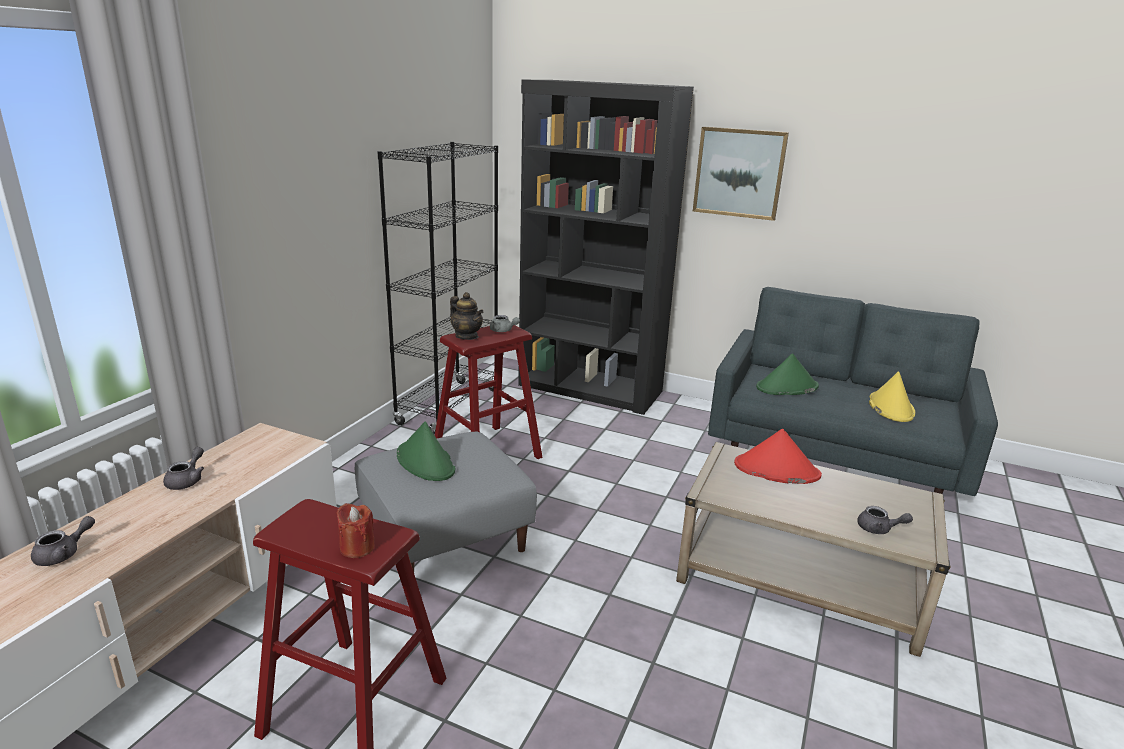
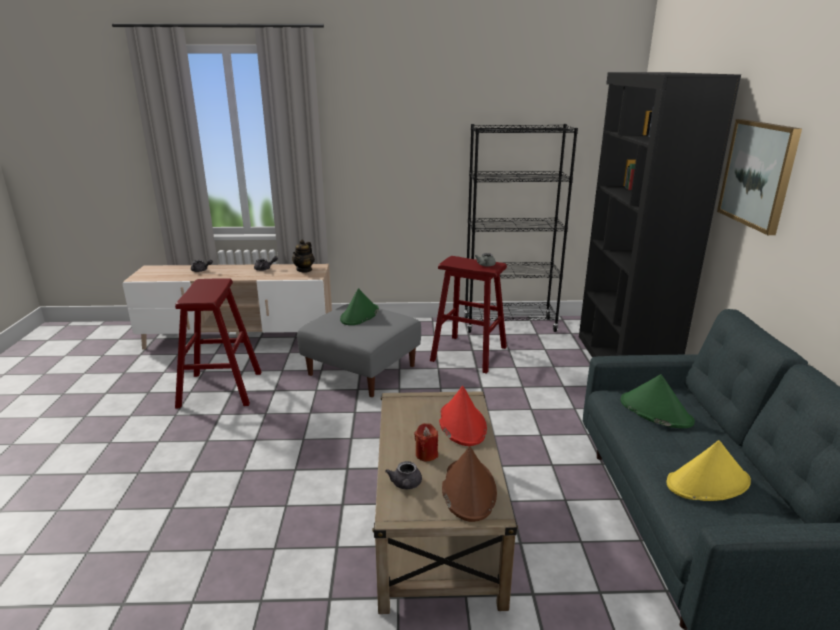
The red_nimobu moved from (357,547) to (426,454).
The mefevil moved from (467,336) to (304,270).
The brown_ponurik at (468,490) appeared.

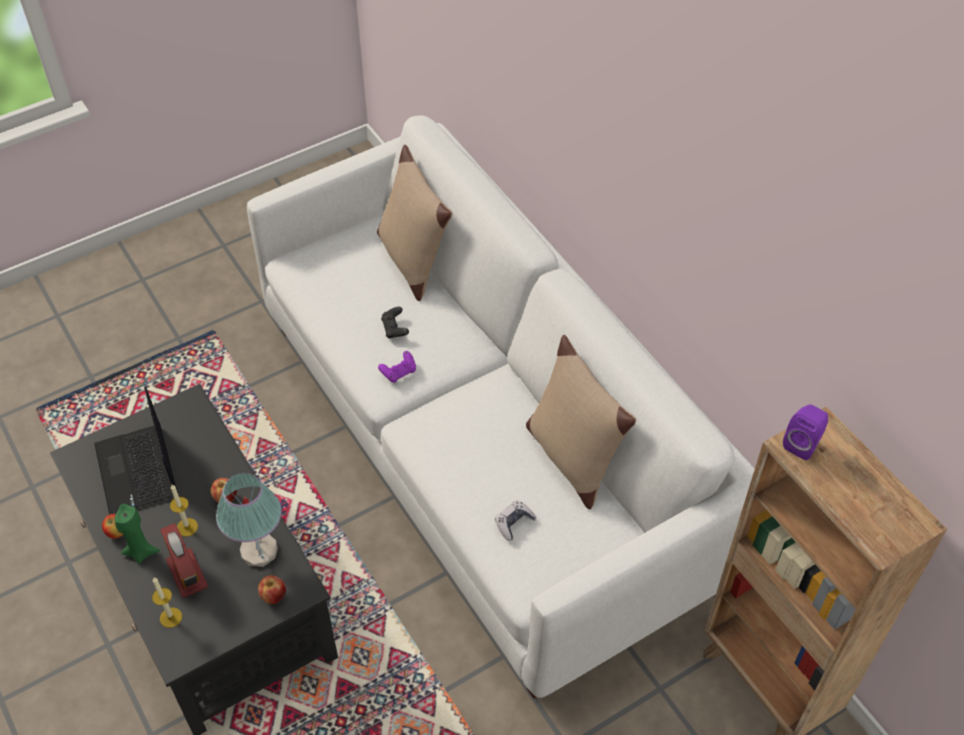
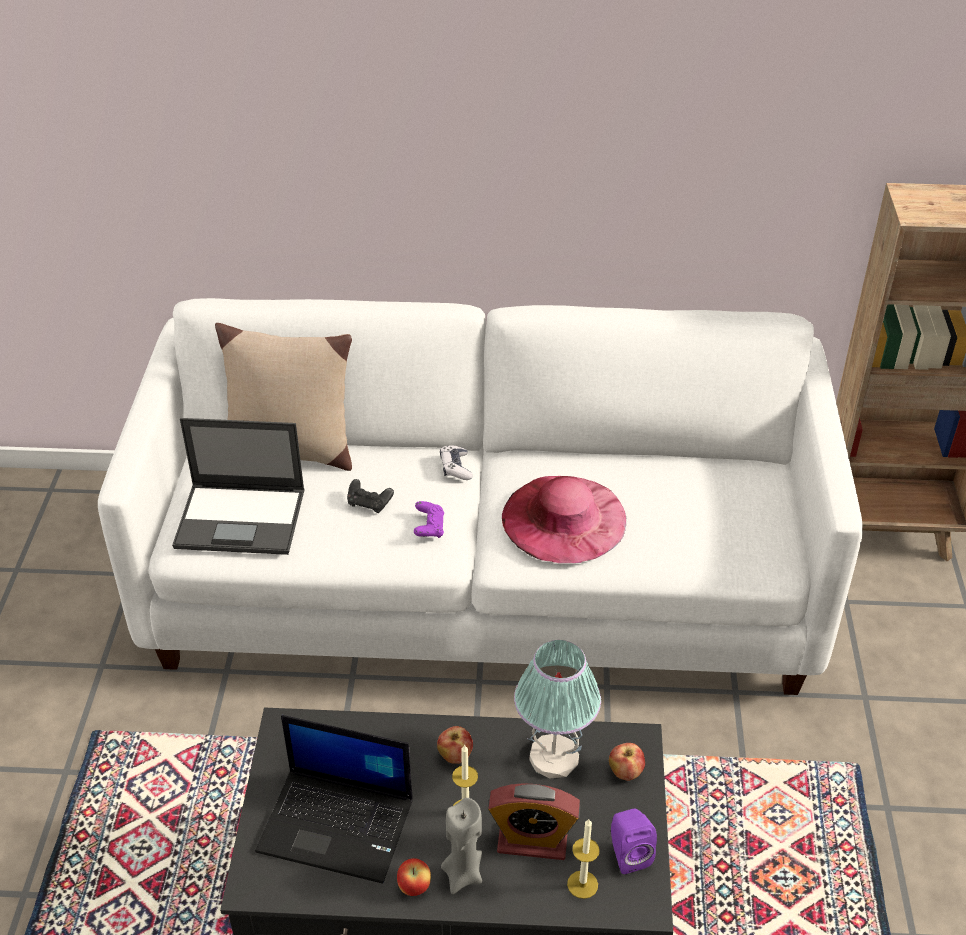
The green_nimobu at (141,551) became the grey_nimobu at (463,874).
The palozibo moved from (514,523) to (456,468).
The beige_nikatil at (571,457) disappeared.
The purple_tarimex moved from (802,443) to (628,854).
The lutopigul at (242,519) appeared.
The pink_ponurik at (564,518) appeared.

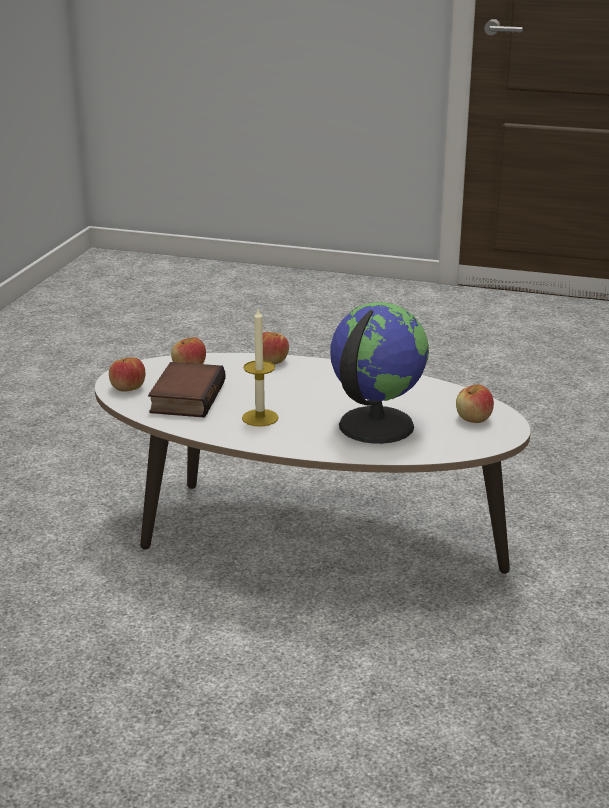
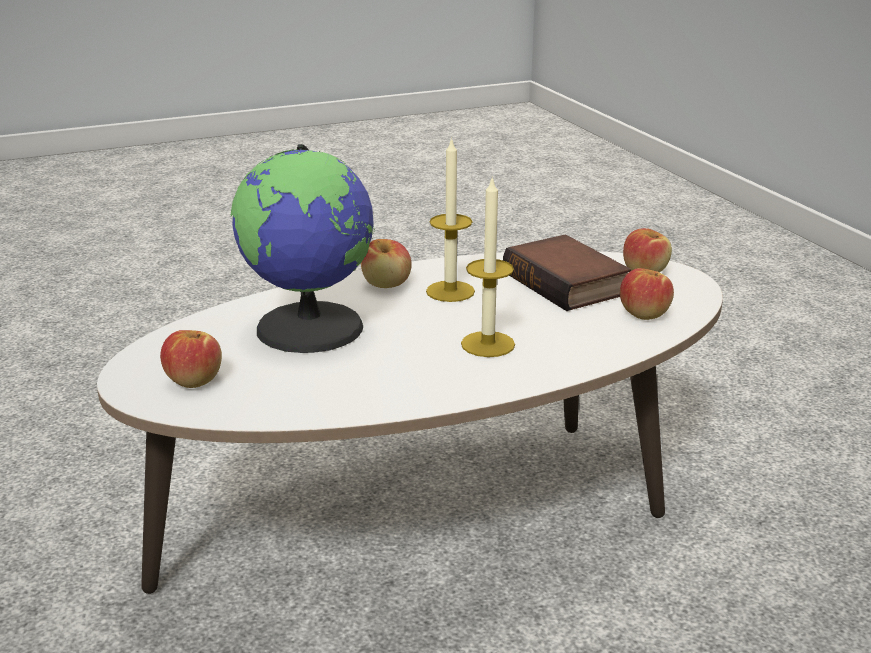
The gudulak moved from (272,361) to (386,284).
The nimobu at (488,344) appeared.

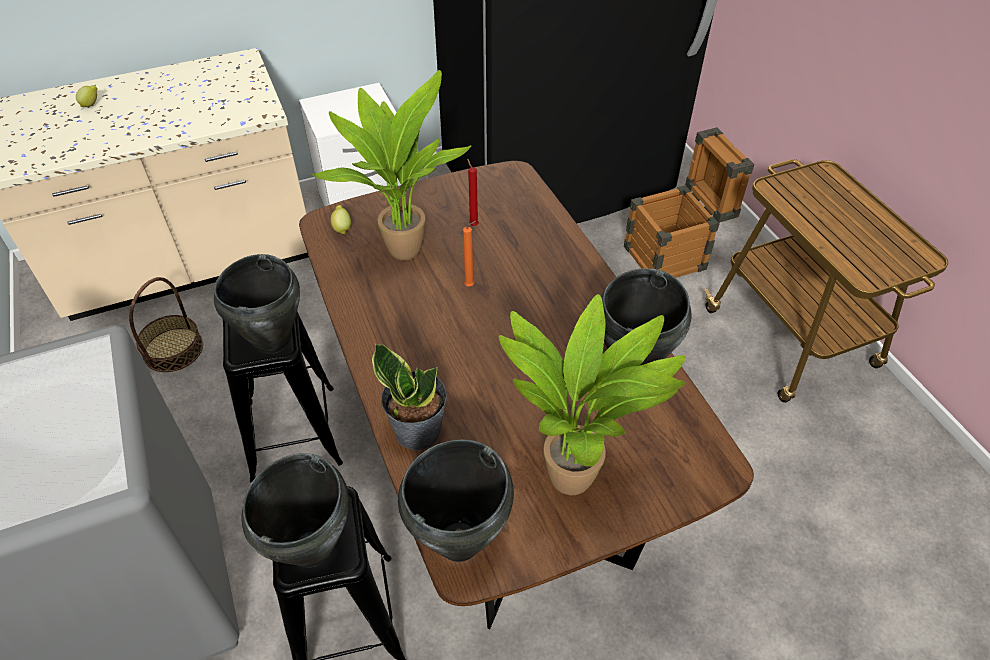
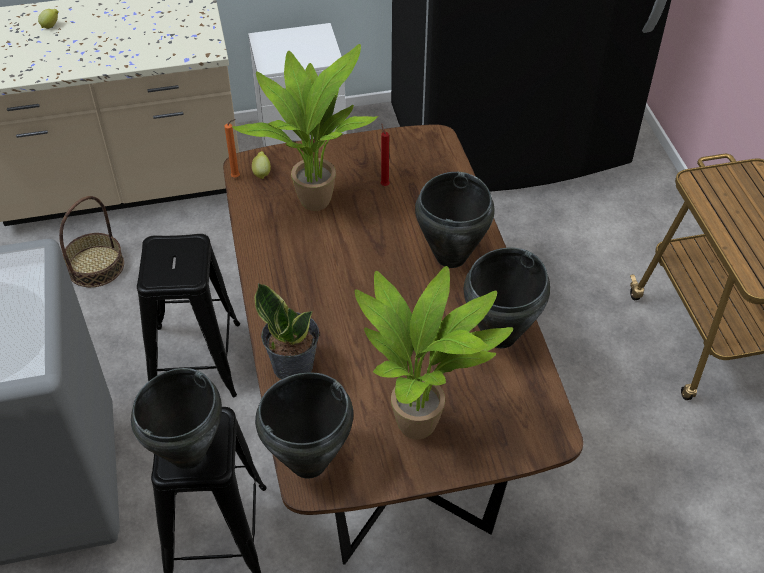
The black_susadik moved from (272,342) to (450,257).
The orange_nimobu moved from (471,285) to (237,177).
The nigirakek at (674,255) disappeared.

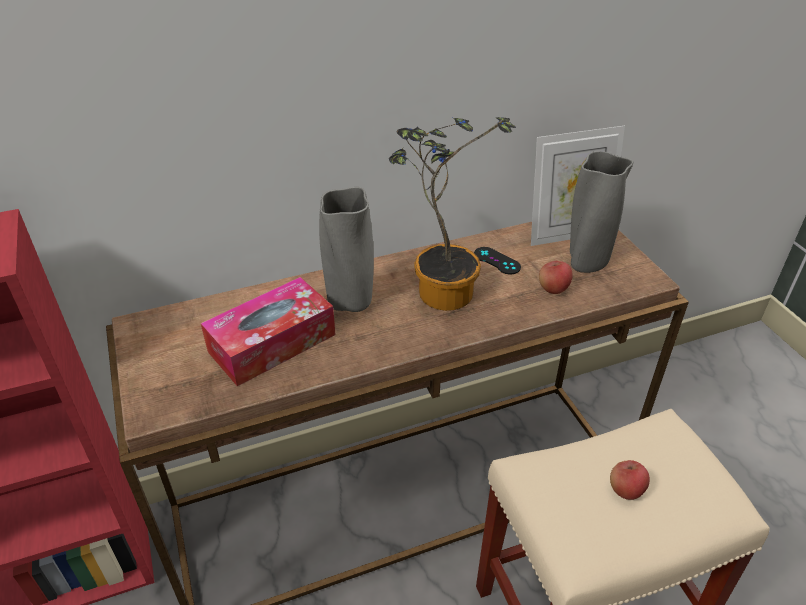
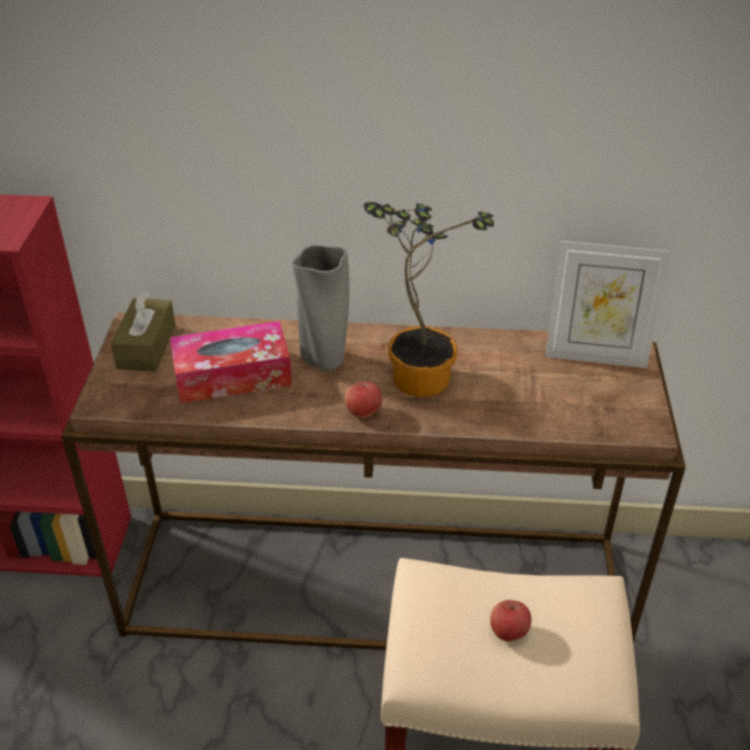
The black_palozibo at (497,261) disappeared.
The gudulak moved from (553,289) to (363,412).
The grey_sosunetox at (586,263) disappeared.
The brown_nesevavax at (146,347) appeared.

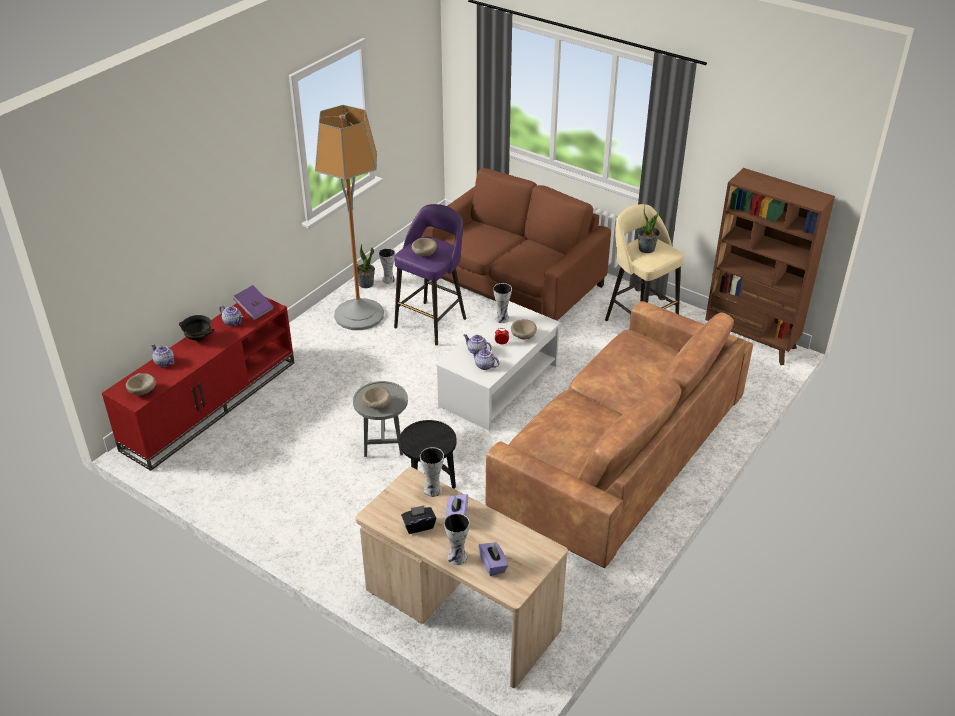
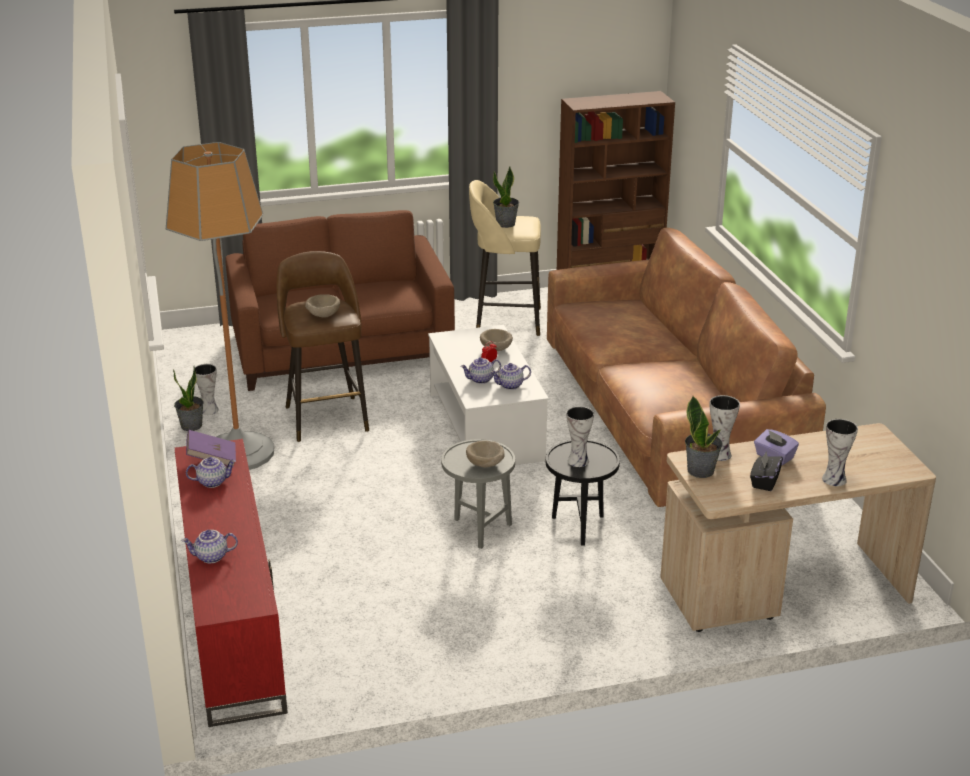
The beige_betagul at (143,391) disappeared.
The black_betagul at (199,338) disappeared.
The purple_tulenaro at (432,322) became the brown_tulenaro at (326,417).
The purple_nesevavax at (493,565) disappeared.
The sosunetox moved from (502,318) to (578,460).
The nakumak at (701,470) appeared.

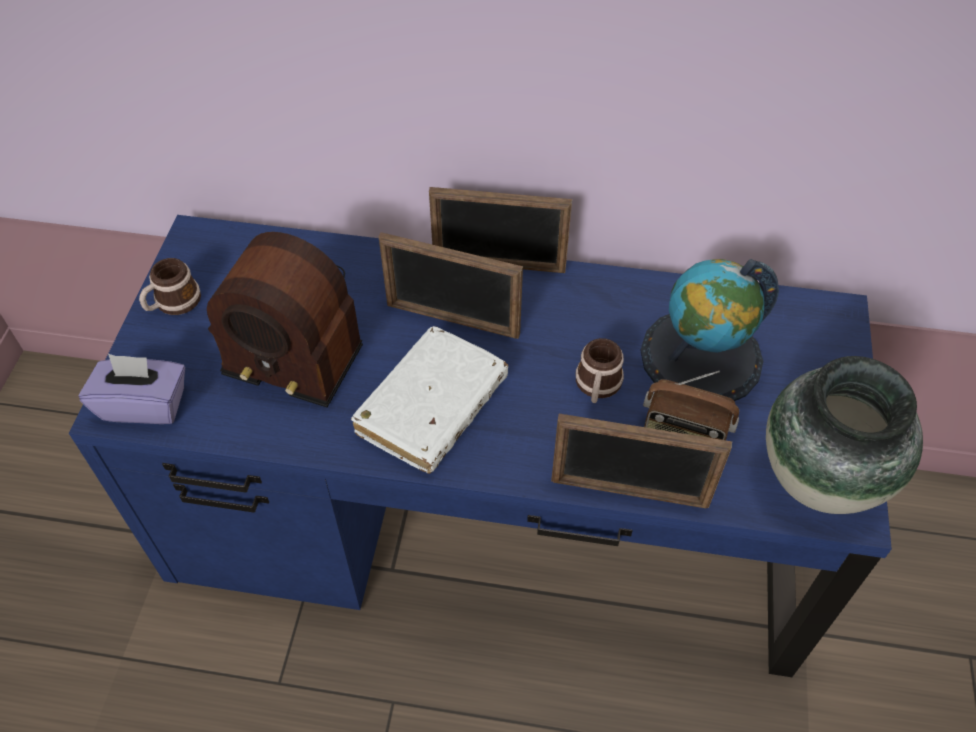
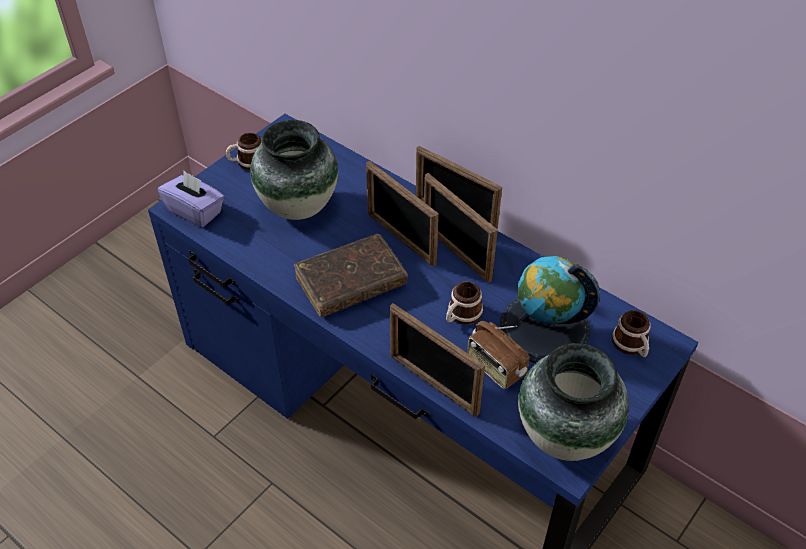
The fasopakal at (288,334) was replaced by the sosunetox at (299,206).
The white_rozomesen at (432,407) became the brown_rozomesen at (351,283).
The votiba at (456,253) appeared.
The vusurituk at (632,346) appeared.

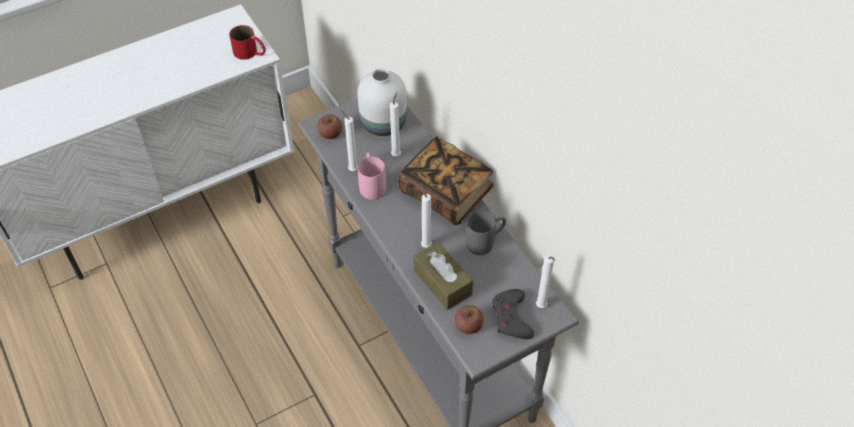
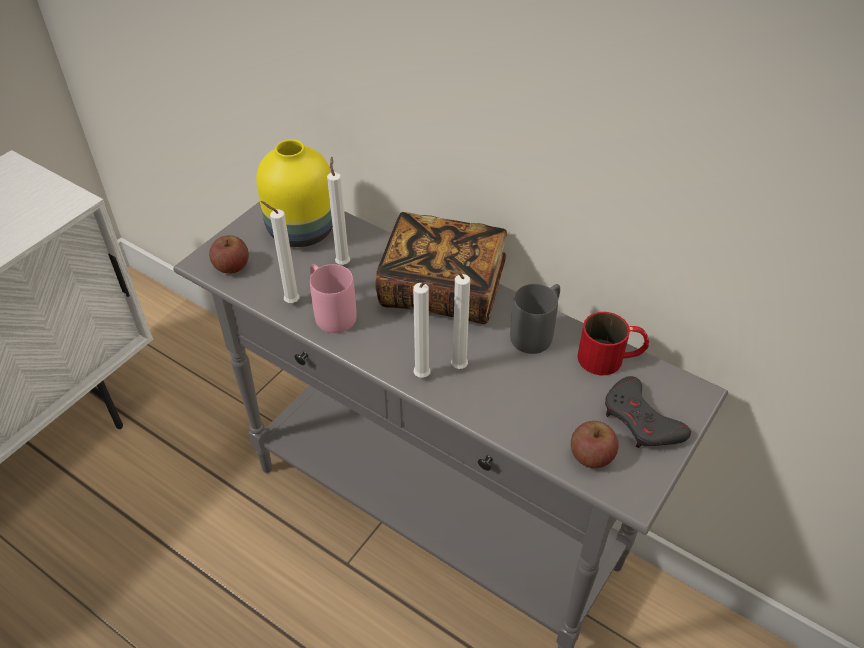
The red_vusurituk moved from (250,53) to (611,358).
The white_sosunetox at (382,124) became the yellow_sosunetox at (300,232).
The brown_nesevavax at (442,282) disappeared.
The white_nimobu moved from (541,307) to (424,377).

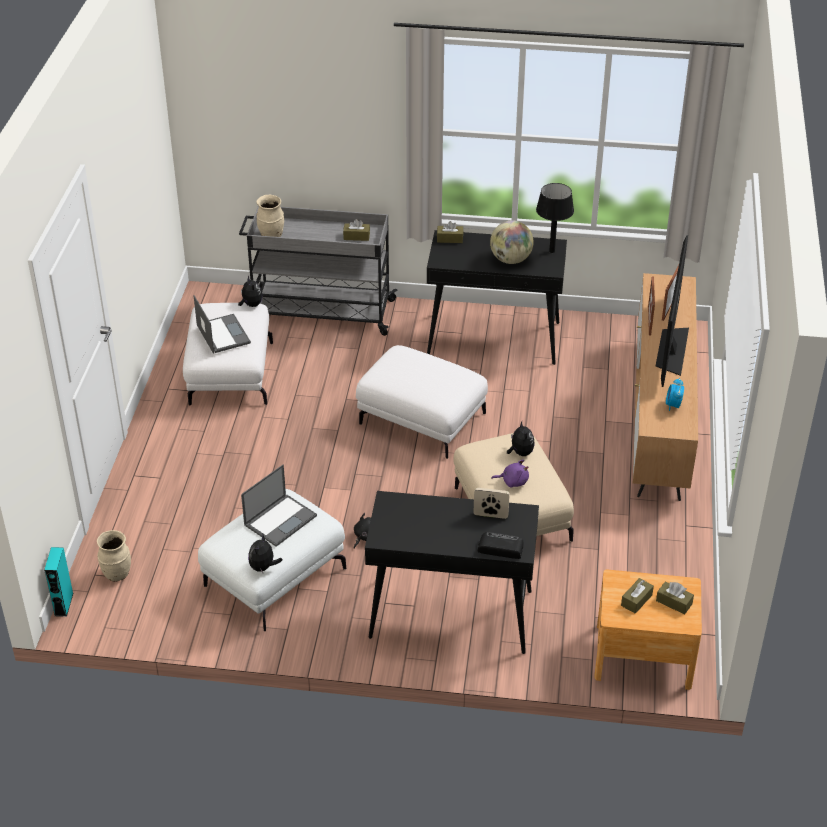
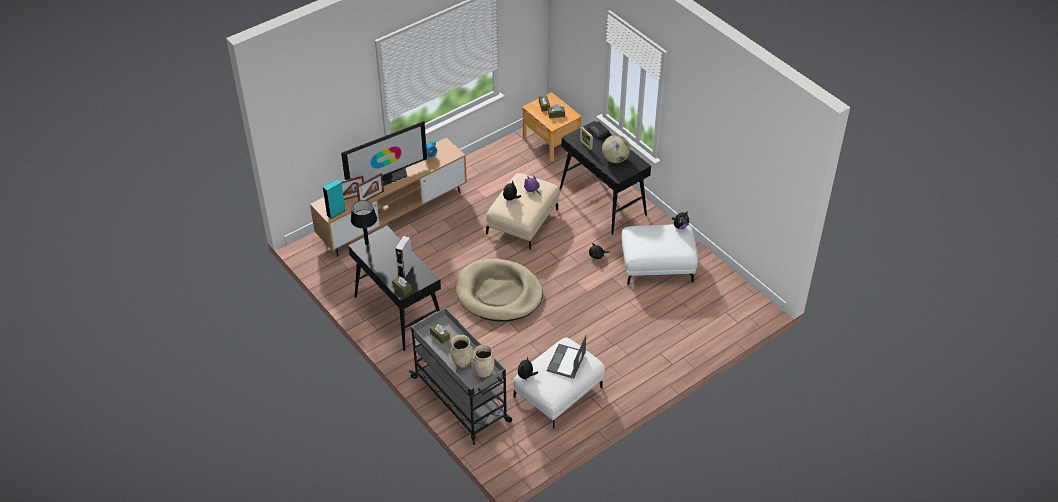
The turquoise_tarimex moved from (63,604) to (336,212).
The beige_sosunetox moved from (116,574) to (462,362).
The lutopigul at (281,520) disappeared.
The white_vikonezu at (421,420) was replaced by the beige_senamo at (499,293).
The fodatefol moved from (510,260) to (615,159).
The grey_tarimex at (405,271) appeared.

